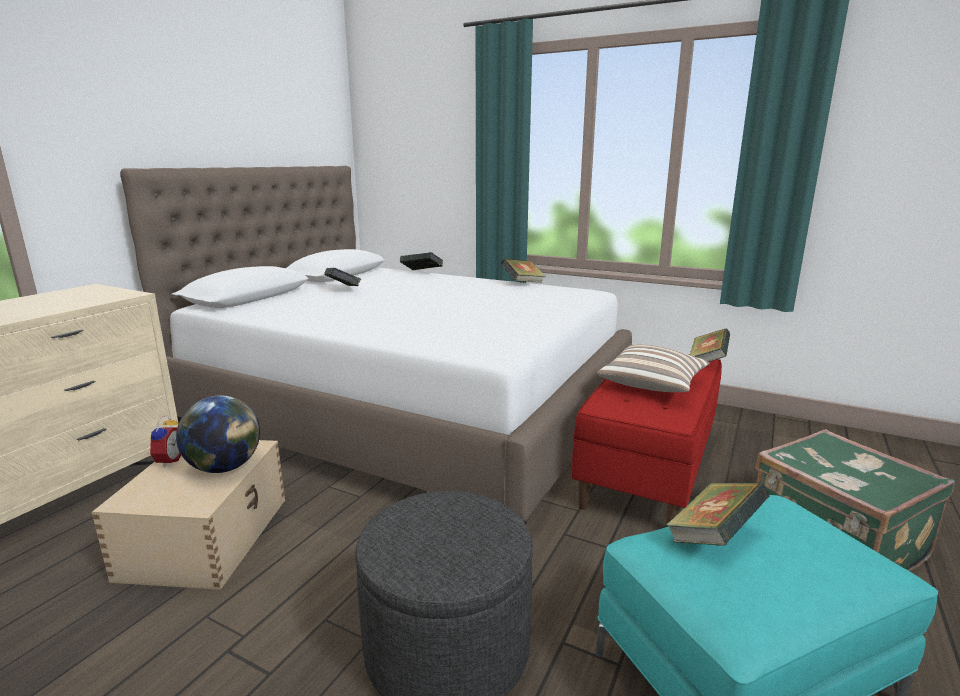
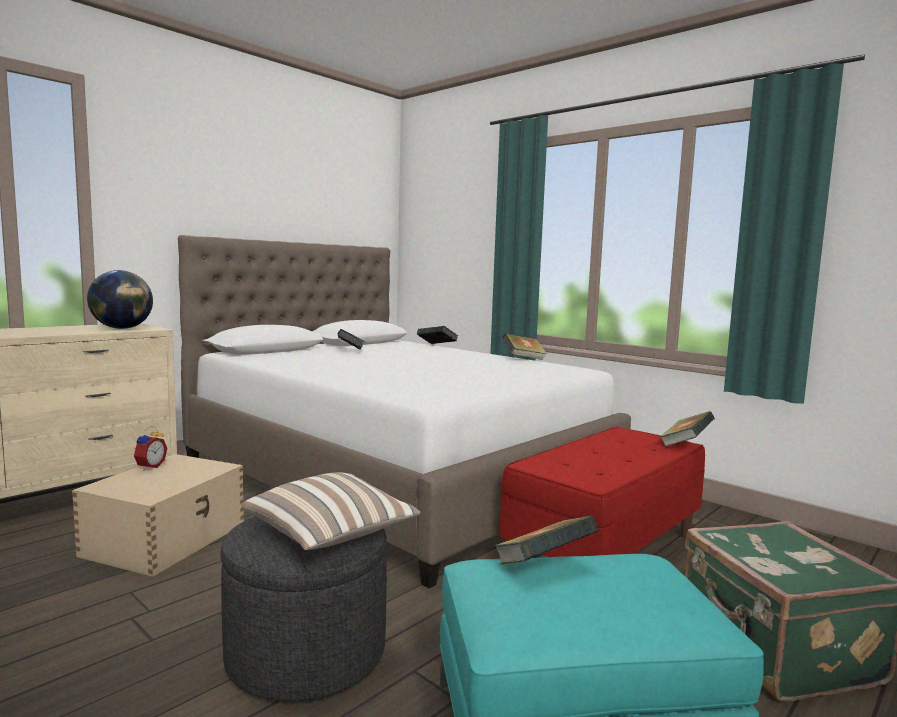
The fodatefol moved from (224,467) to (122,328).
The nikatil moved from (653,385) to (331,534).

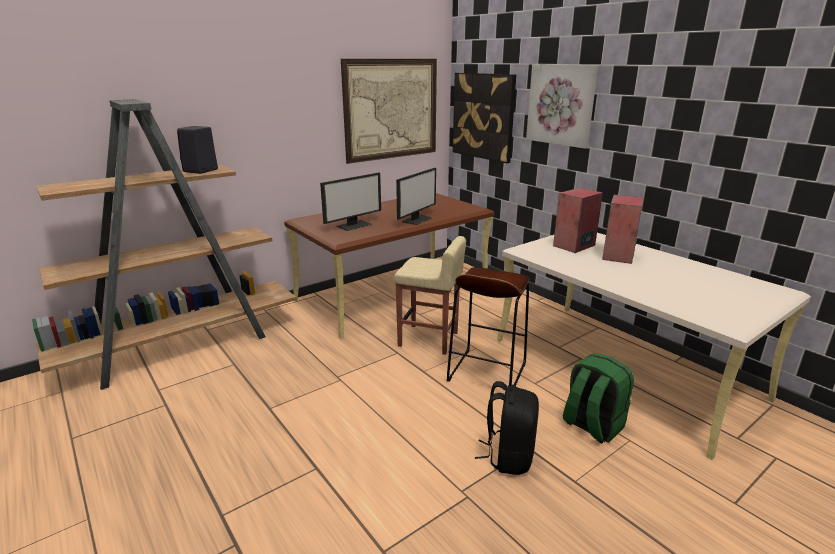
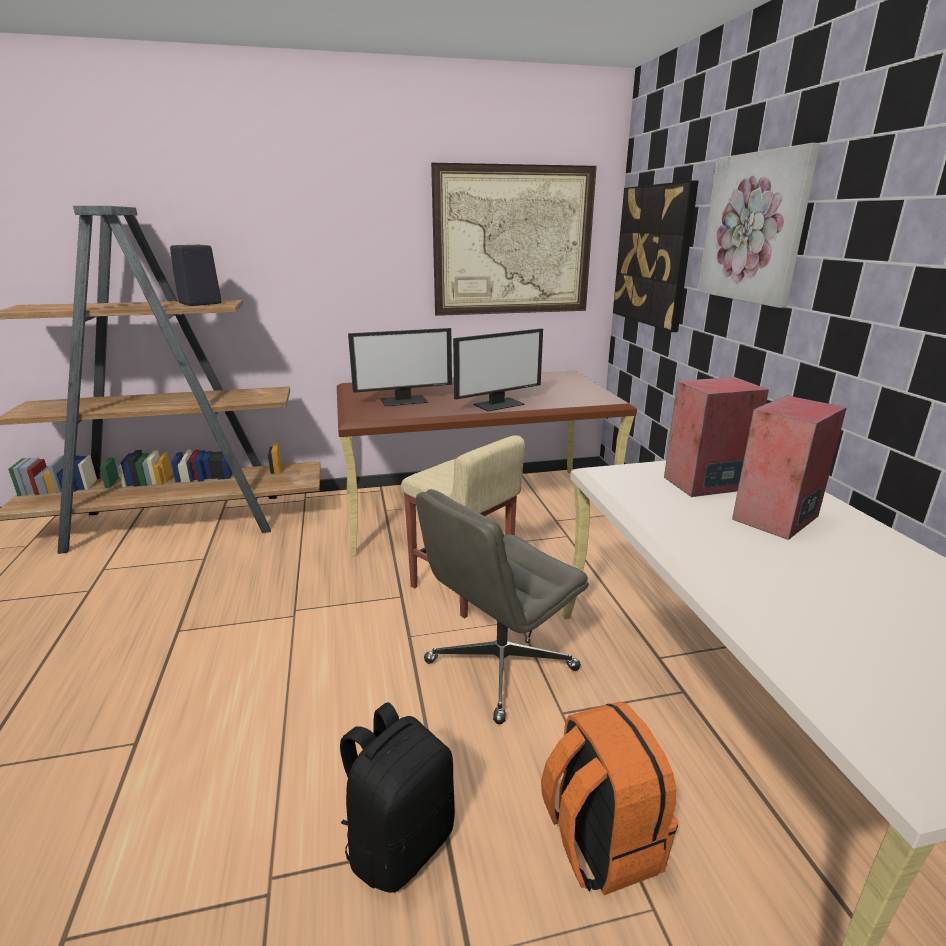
The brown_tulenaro at (486,372) was replaced by the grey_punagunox at (500,667).
The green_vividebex at (592,425) became the orange_vividebex at (600,840).

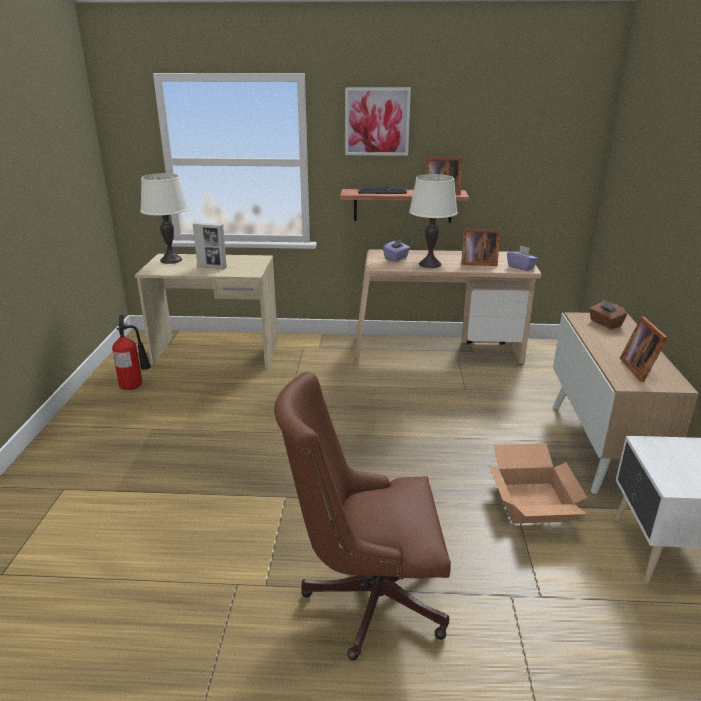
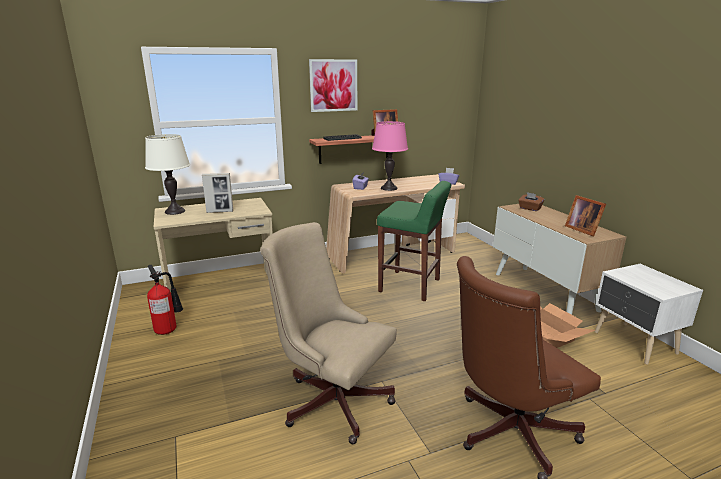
The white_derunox at (430,264) became the pink_derunox at (389,188).
The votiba at (477,263) disappeared.
The beige_punagunox at (332,399) appeared.
The green_tulenaro at (410,286) appeared.

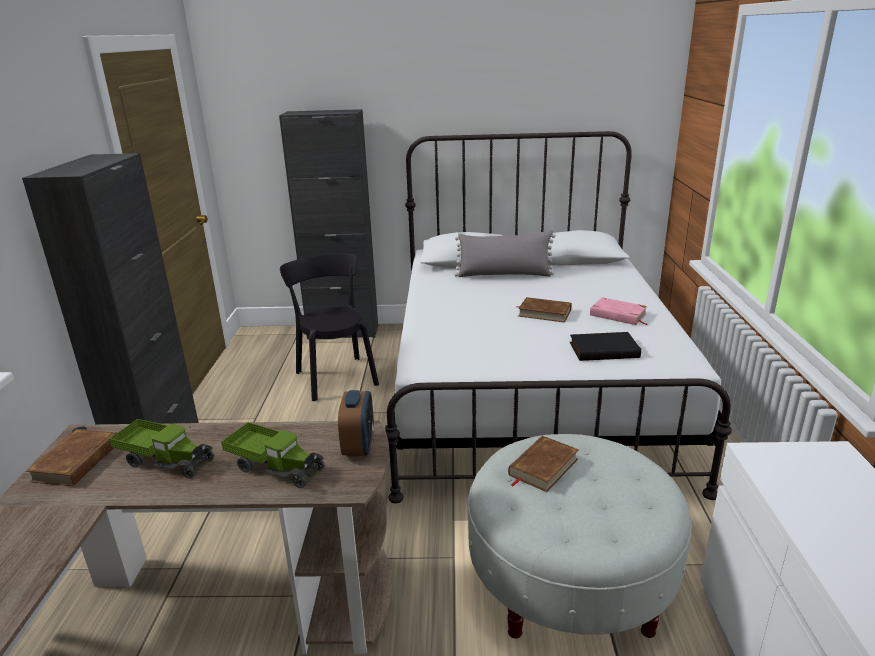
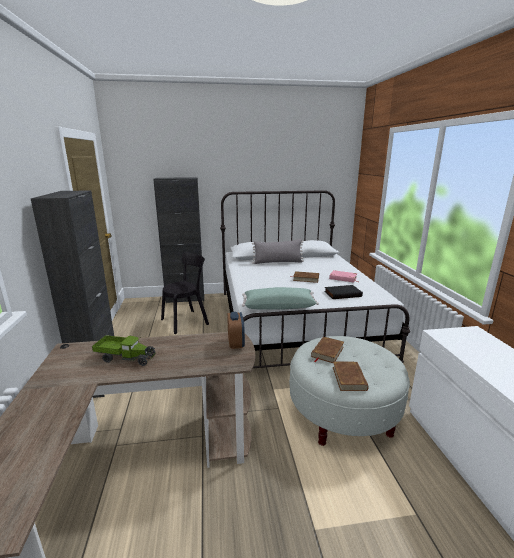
The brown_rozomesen moved from (78,461) to (349,378).
The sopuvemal at (276,467) disappeared.
The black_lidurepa at (335,376) turned 90 degrees clockwise.
The green_nikatil at (279,306) appeared.

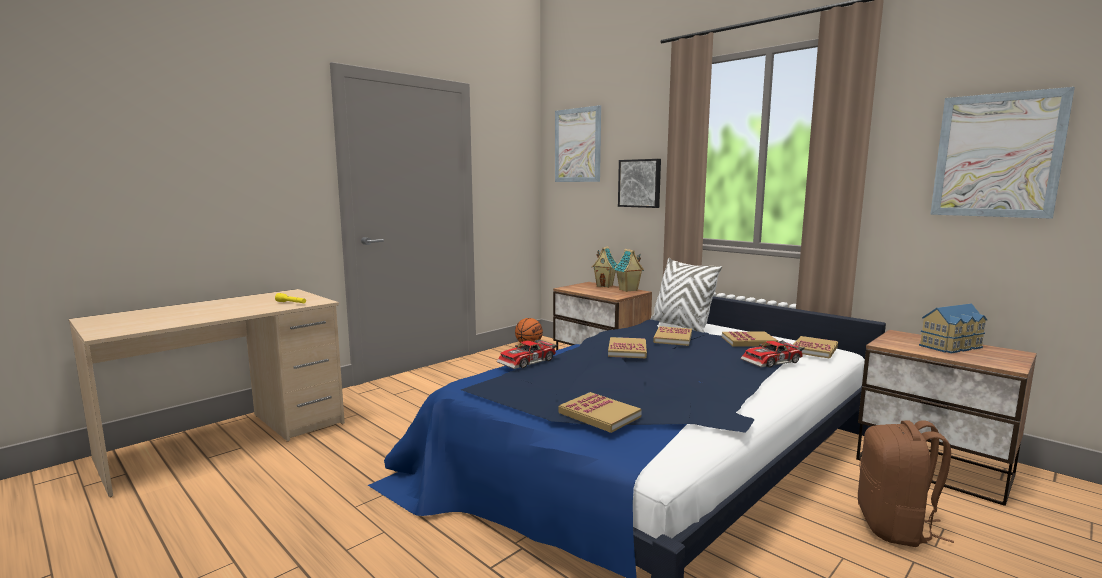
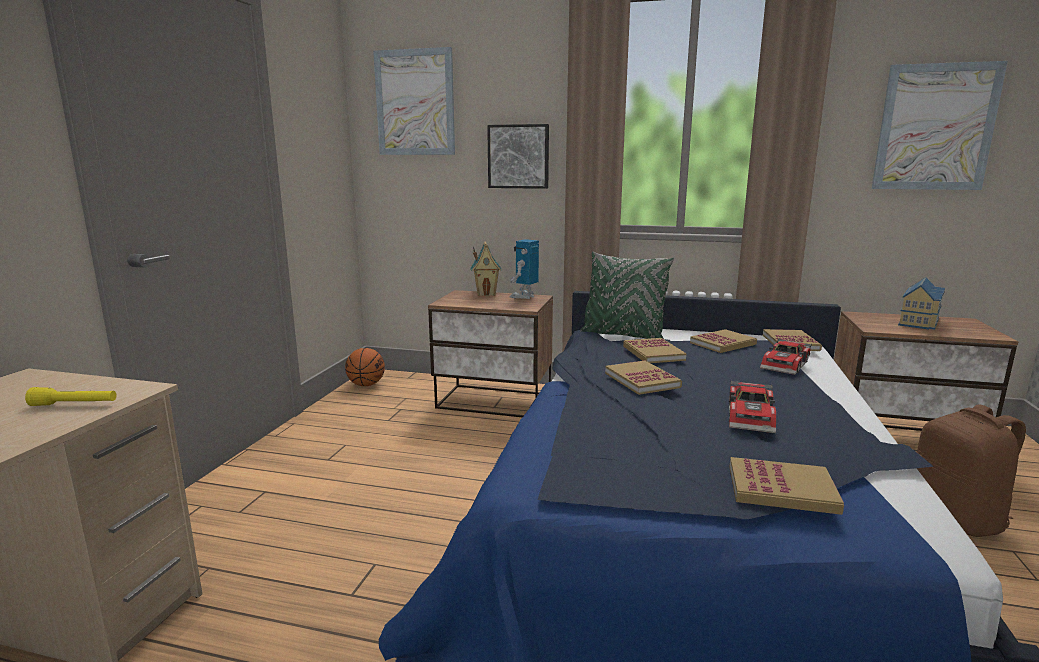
The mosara moved from (528,362) to (753,416).
The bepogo at (628,290) was replaced by the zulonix at (524,296).
The white_nikatil at (681,327) became the green_nikatil at (623,336).

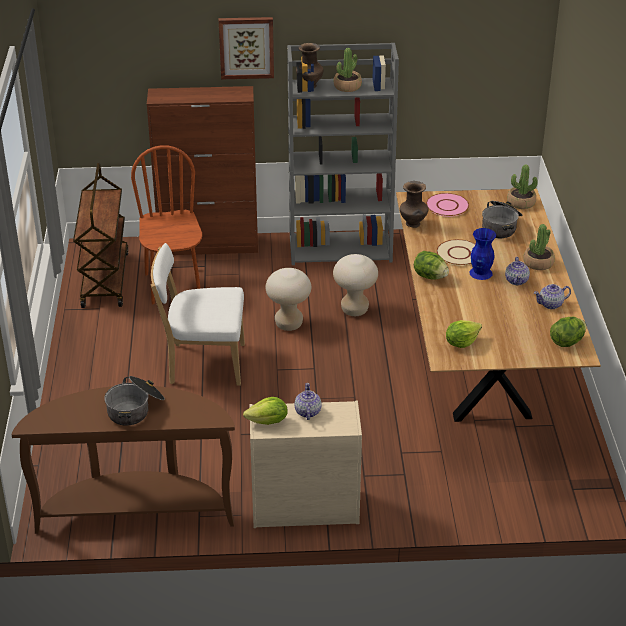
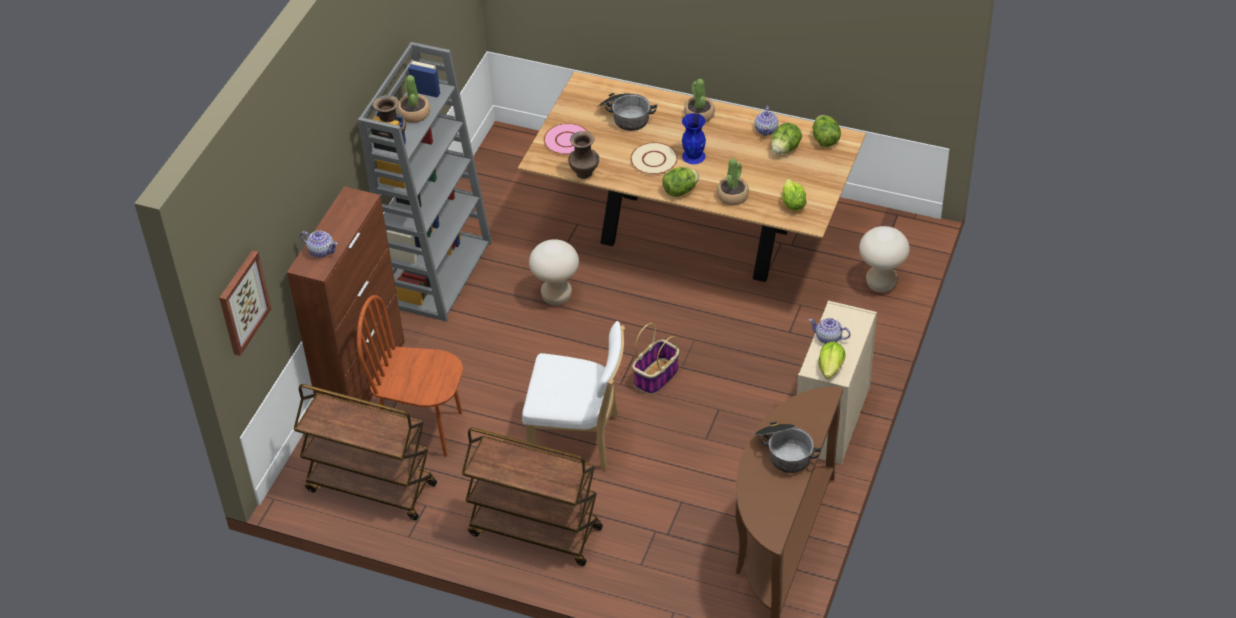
The white_lidurepa at (203,364) turned 105 degrees counterclockwise.
The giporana moved from (246,47) to (243,302).
The beige_tulenaro moved from (289,324) to (881,283).
The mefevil moved from (516,280) to (321,251).
The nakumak moved from (521,203) to (732,196).
The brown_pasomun at (534,531) appeared.
The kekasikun at (656,377) appeared.
The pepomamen at (785,149) appeared.

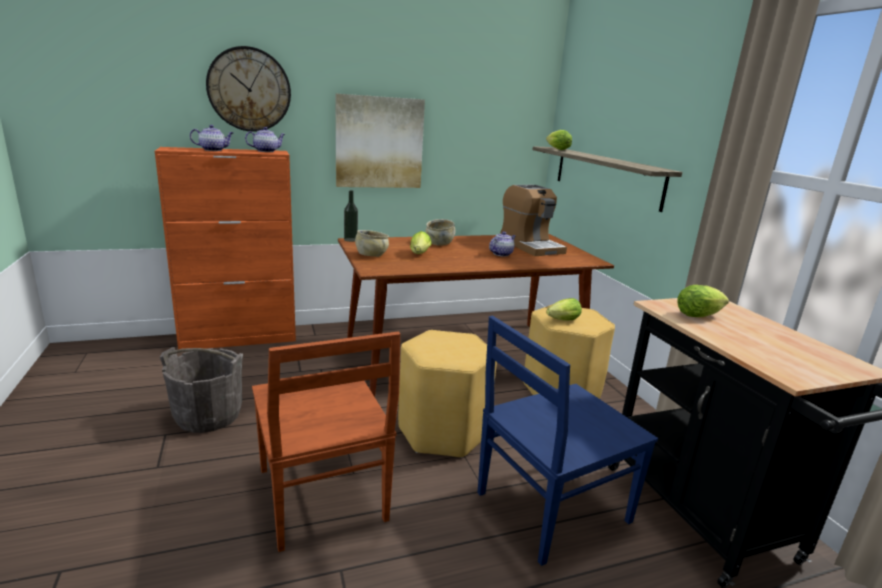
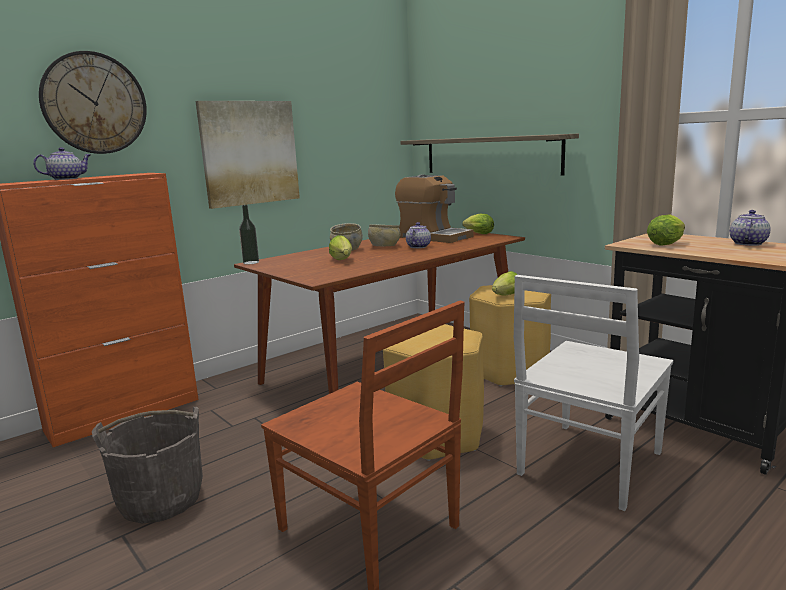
The mefevil moved from (266,151) to (747,243).
The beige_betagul moved from (371,255) to (384,246).
The blue_lidurepa at (549,508) became the white_lidurepa at (588,465).
The pepomamen moved from (556,149) to (477,234).

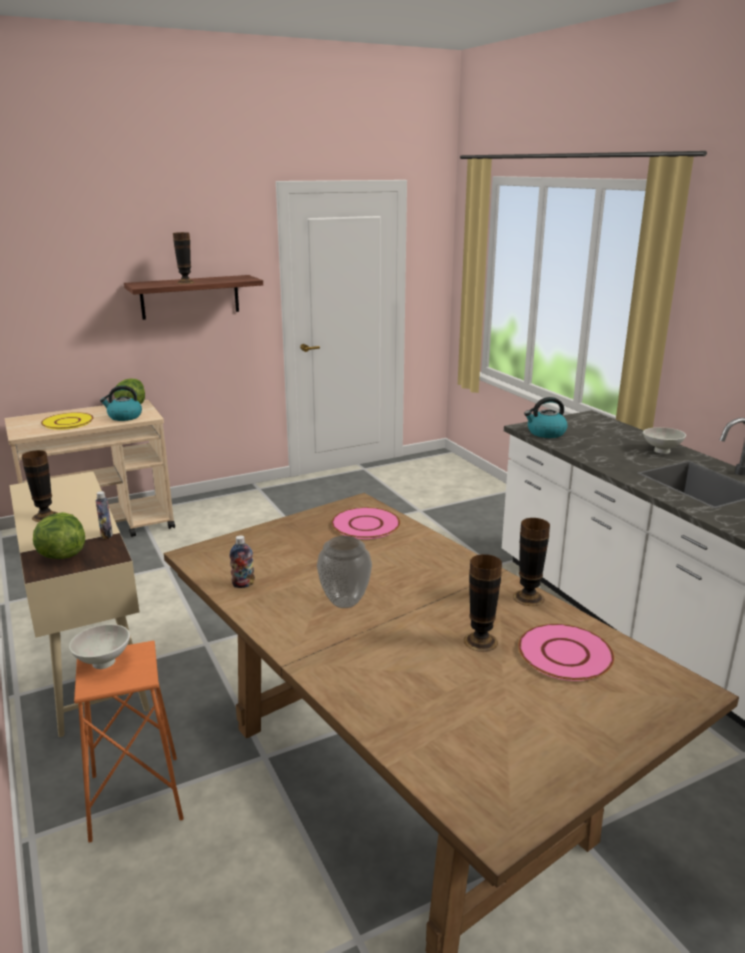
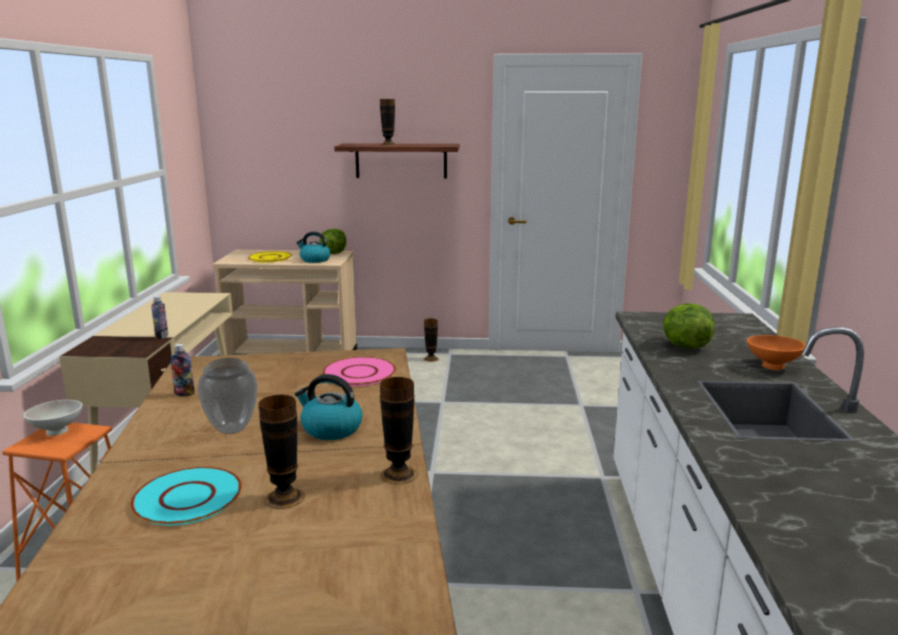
The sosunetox moved from (45,516) to (431,359).
The pepomamen moved from (61,555) to (684,346).
The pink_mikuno at (564,653) disappeared.
The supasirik moved from (545,433) to (330,429).
The white_betagul at (660,451) became the orange_betagul at (771,366).
The turquoise_mikuno at (188,498) appeared.

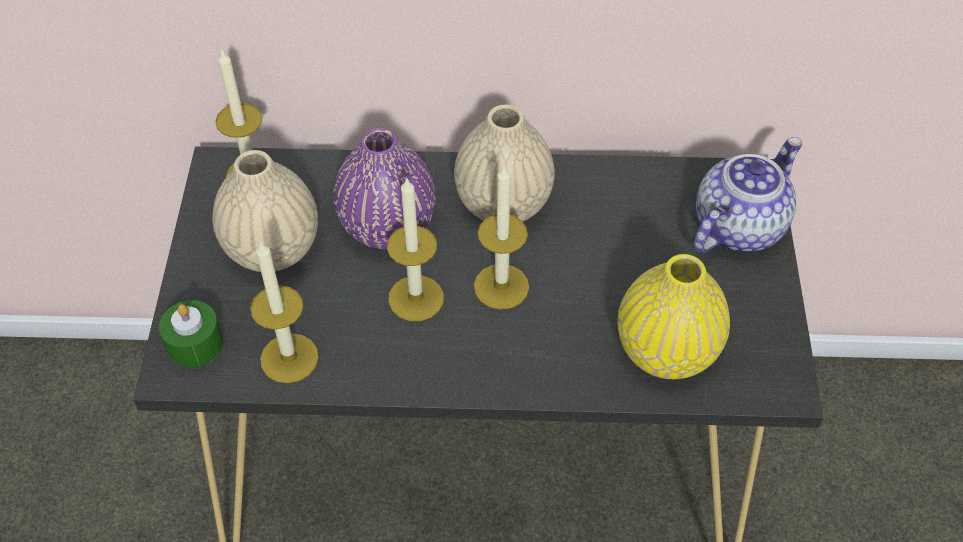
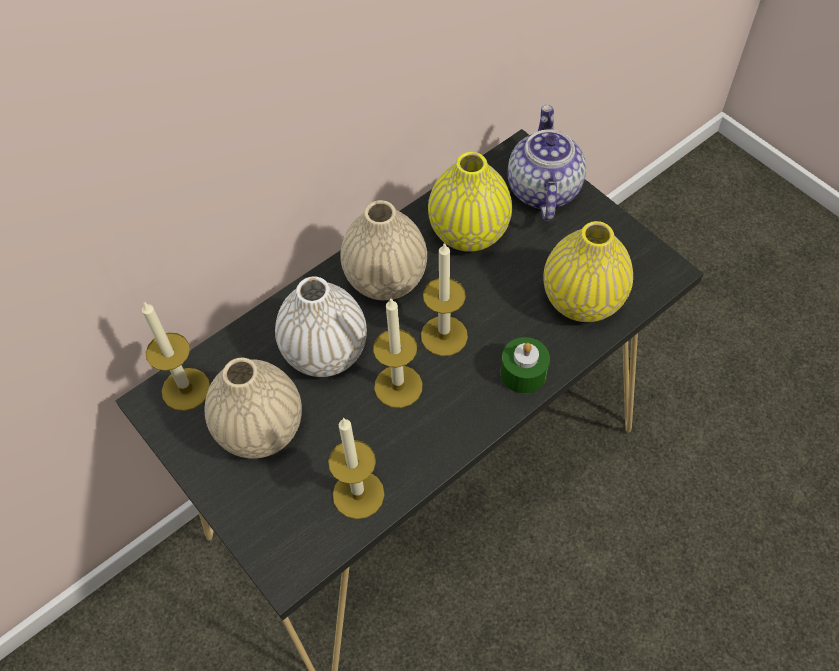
The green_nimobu moved from (195,344) to (523,373).
The purple_sosunetox at (387,225) became the white_sosunetox at (325,352).
The yellow_sosunetox at (468,231) appeared.

